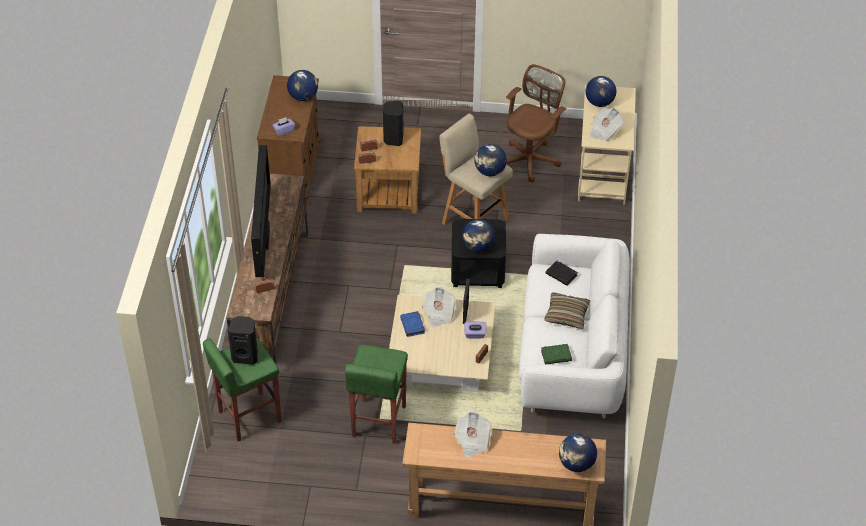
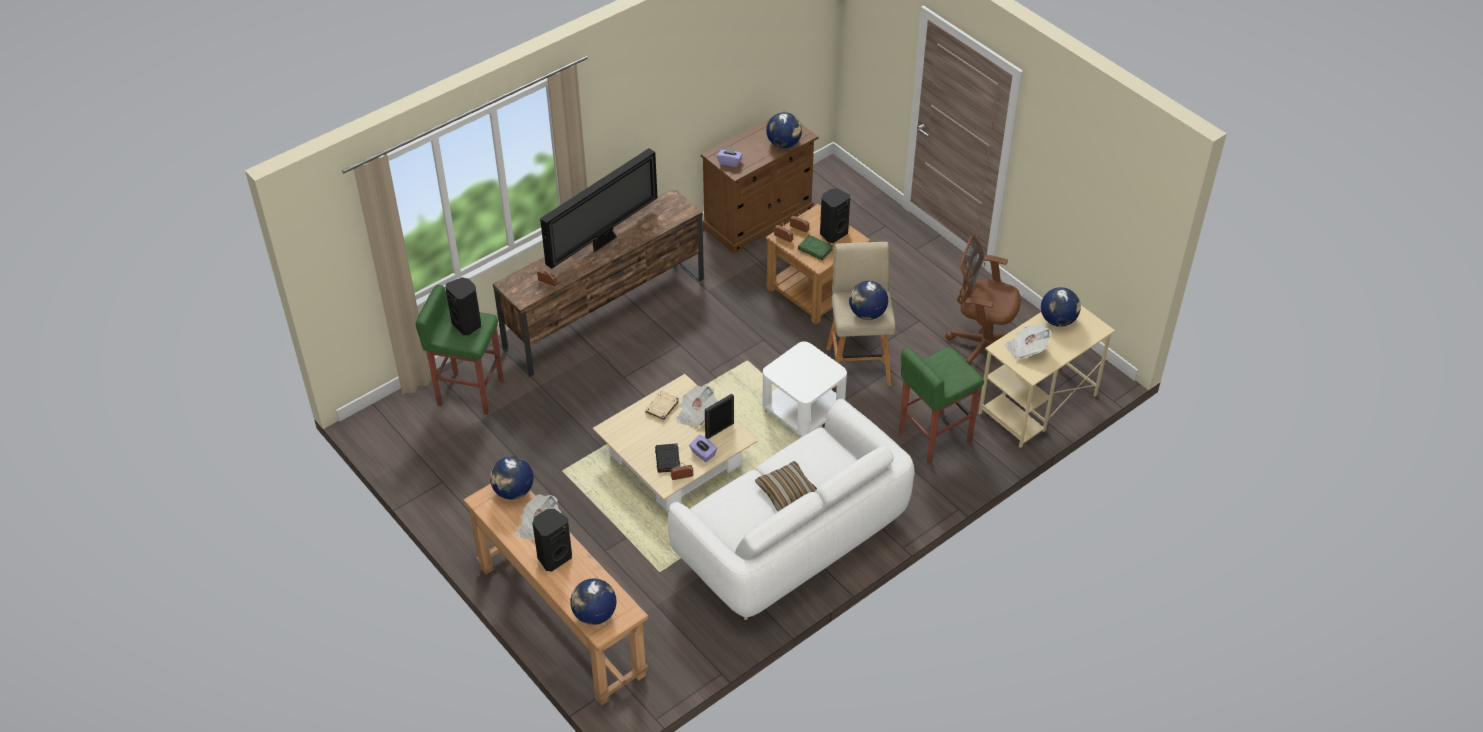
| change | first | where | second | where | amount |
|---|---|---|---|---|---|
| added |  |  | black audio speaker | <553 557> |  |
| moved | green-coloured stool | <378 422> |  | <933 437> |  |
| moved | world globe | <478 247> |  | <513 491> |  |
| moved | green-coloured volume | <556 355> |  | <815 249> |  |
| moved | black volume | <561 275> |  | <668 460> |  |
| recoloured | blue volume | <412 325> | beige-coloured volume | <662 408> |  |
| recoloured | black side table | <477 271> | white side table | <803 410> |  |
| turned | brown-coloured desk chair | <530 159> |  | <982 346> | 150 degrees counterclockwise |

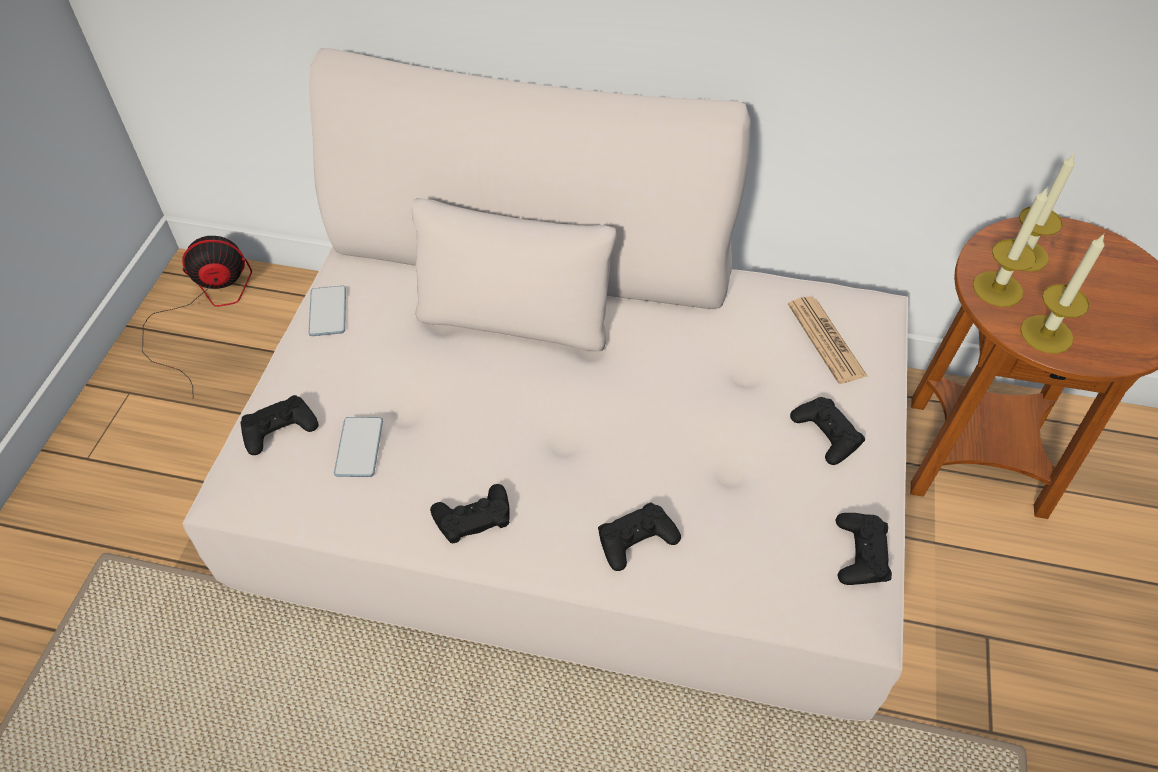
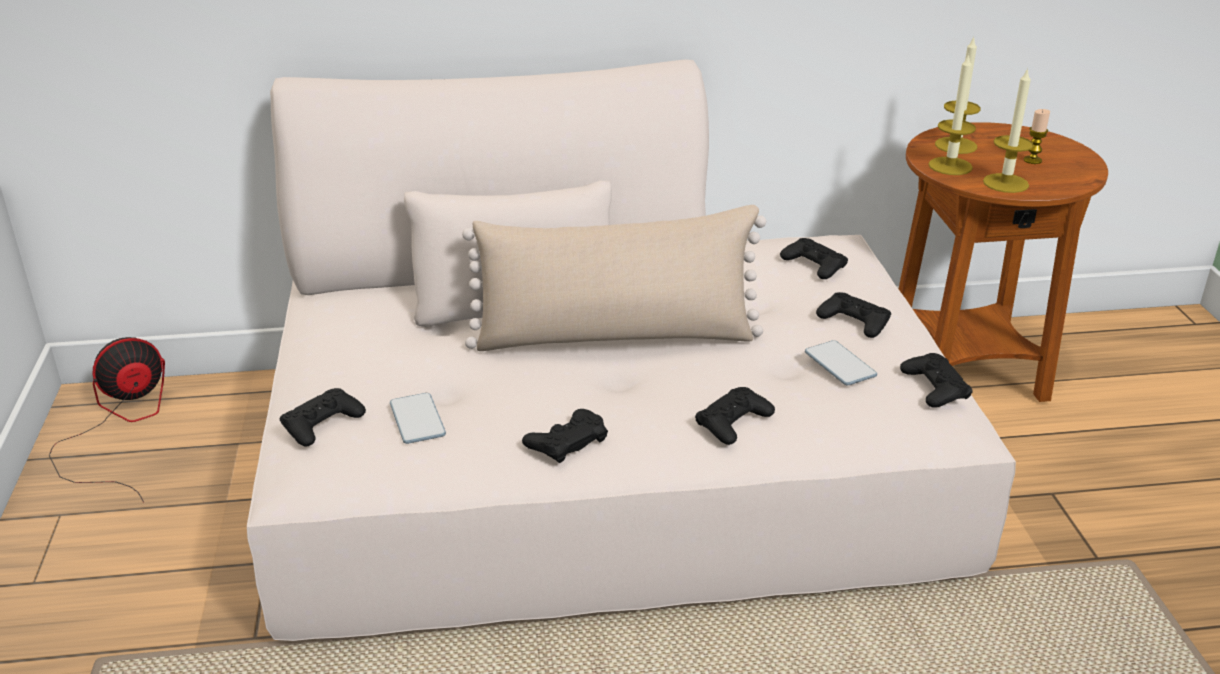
| change | first | where | second | where | amount |
|---|---|---|---|---|---|
| added |  |  | beige-coloured cushion | <616 337> |  |
| added |  |  | wax light | <1032 160> |  |
| moved | phone | <328 312> |  | <840 364> |  |
| replaced | newspaper | <826 340> | black joypad | <814 265> |  |

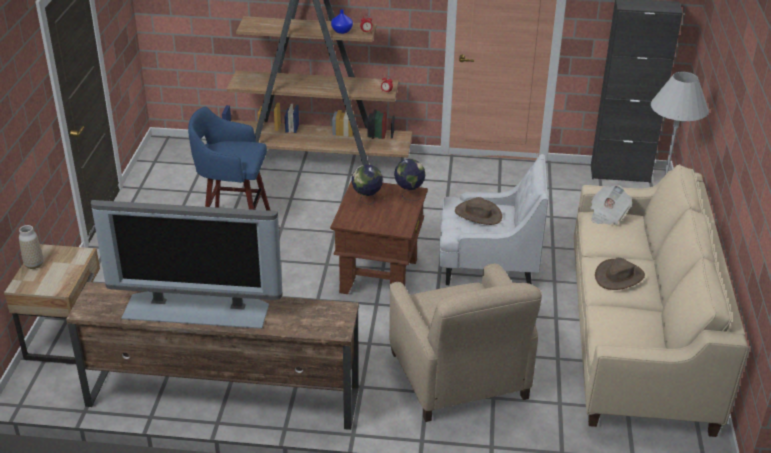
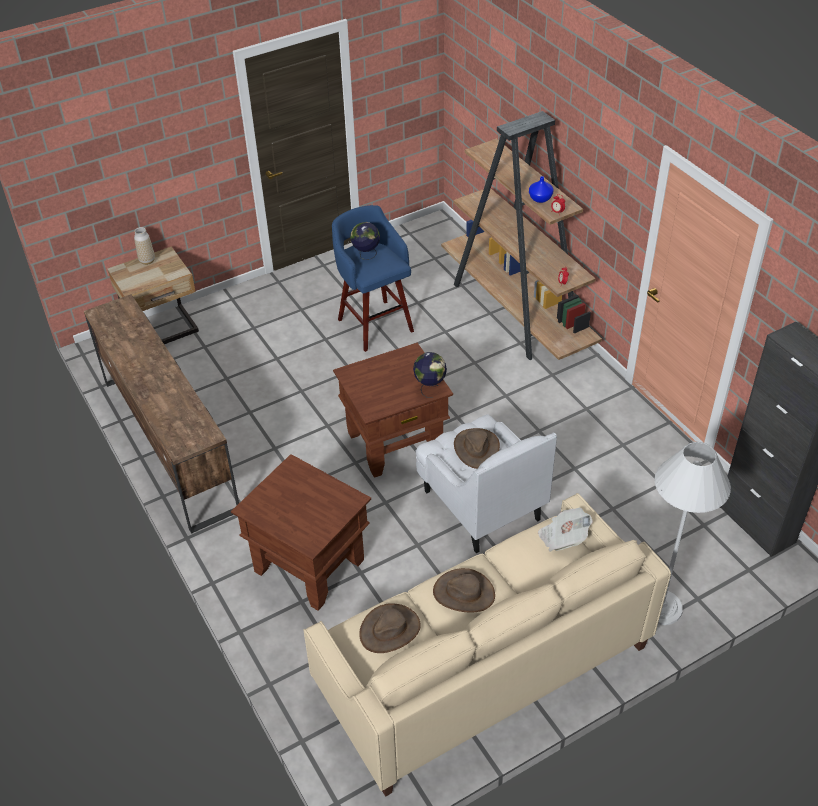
| change | first | where | second | where | amount |
|---|---|---|---|---|---|
| removed | television | <197 308> |  |  |  |
| added |  |  | brown-coloured clothing hat | <390 630> |  |
| moved | world globe | <367 200> |  | <366 255> |  |
| replaced | beige-coloured armchair | <459 376> | brown-coloured side table | <309 565> |  |

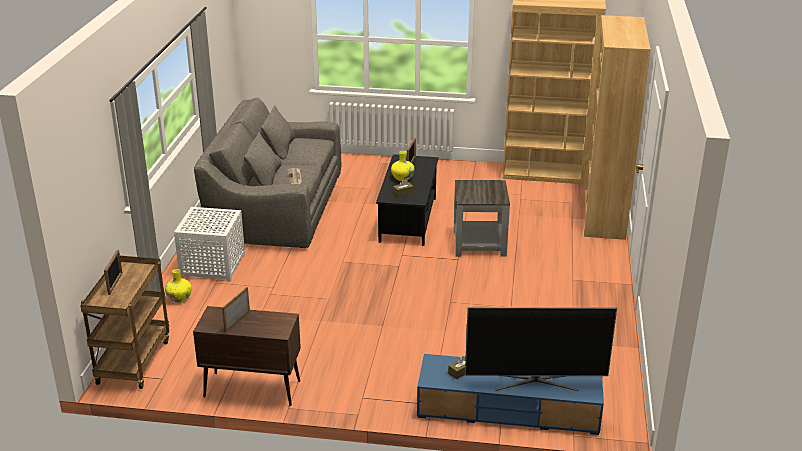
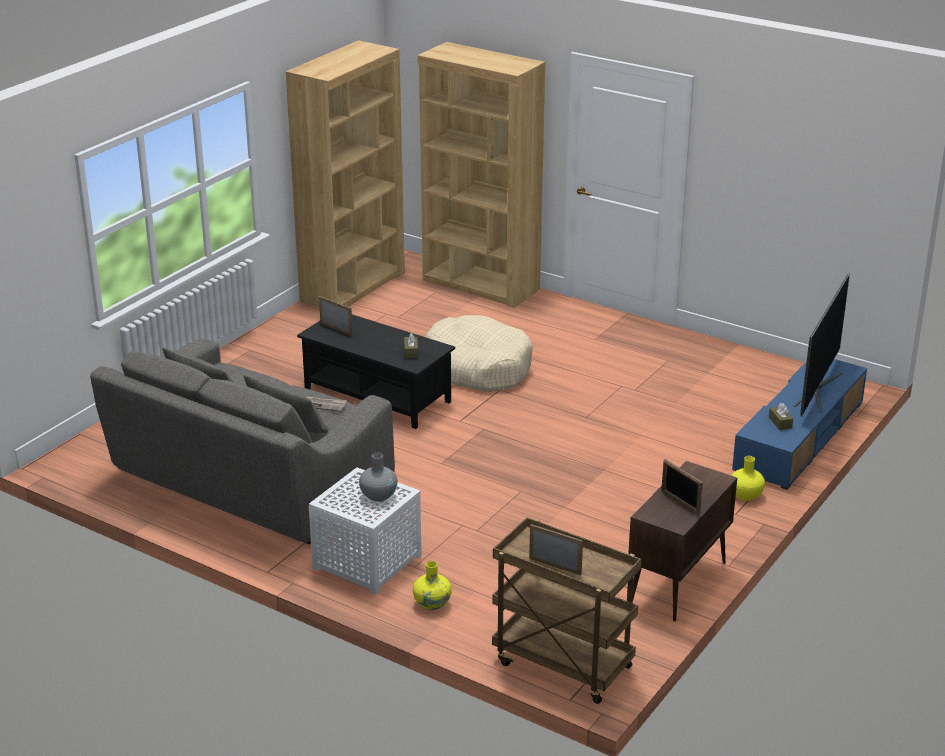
| change | first | where | second | where | amount |
|---|---|---|---|---|---|
| added |  |  | grey vase | <378 495> |  |
| moved | yellowish vase | <402 178> |  | <745 495> |  |
| replaced | grey side table | <480 243> | beige-coloured pet bed | <477 367> |  |

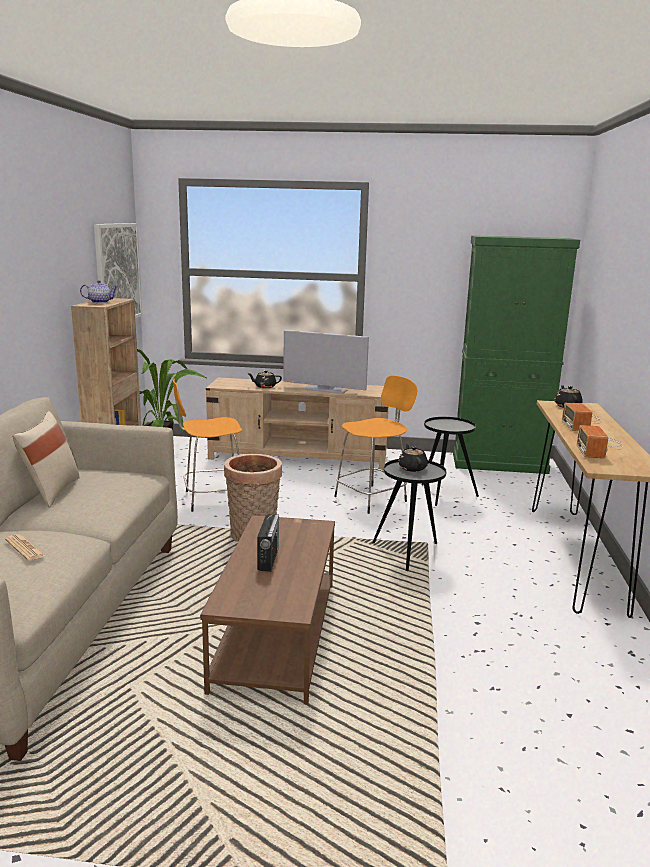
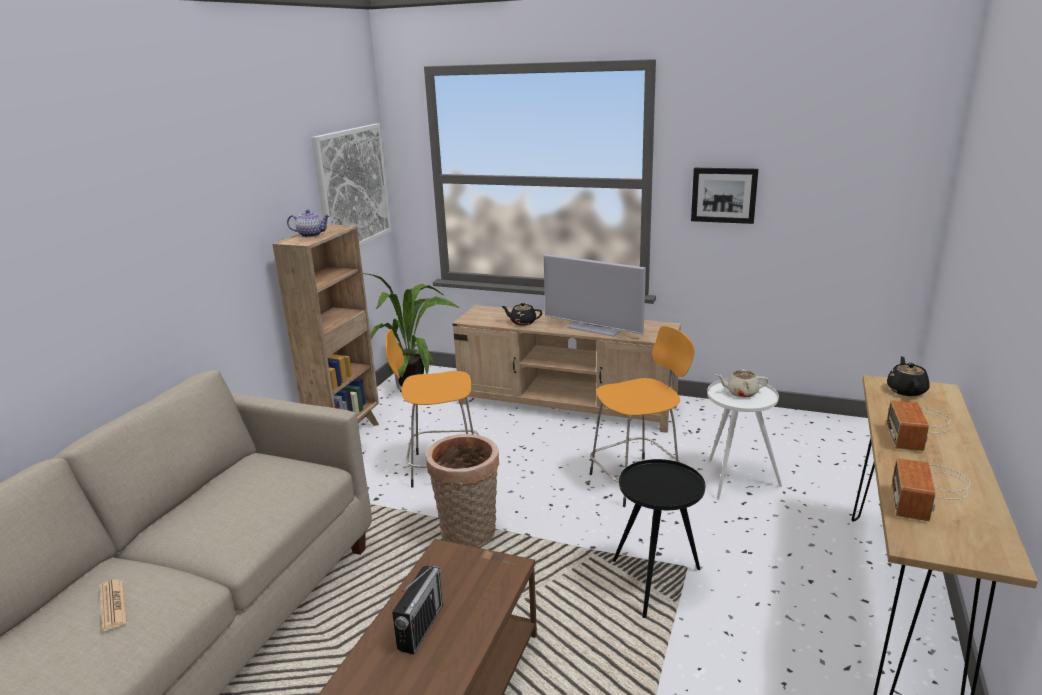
| change | first | where | second | where | amount |
|---|---|---|---|---|---|
| removed | beige-coloured cushion | <51 491> |  |  |  |
| removed | black tea pot | <412 468> |  |  |  |
| removed | green-coloured storage cabinet | <499 463> |  |  |  |
| added |  |  | wall picture | <724 195> |  |
| added |  |  | beige-coloured tea pot | <741 392> |  |
| recoloured | black side table | <444 494> | white side table | <735 479> |  |

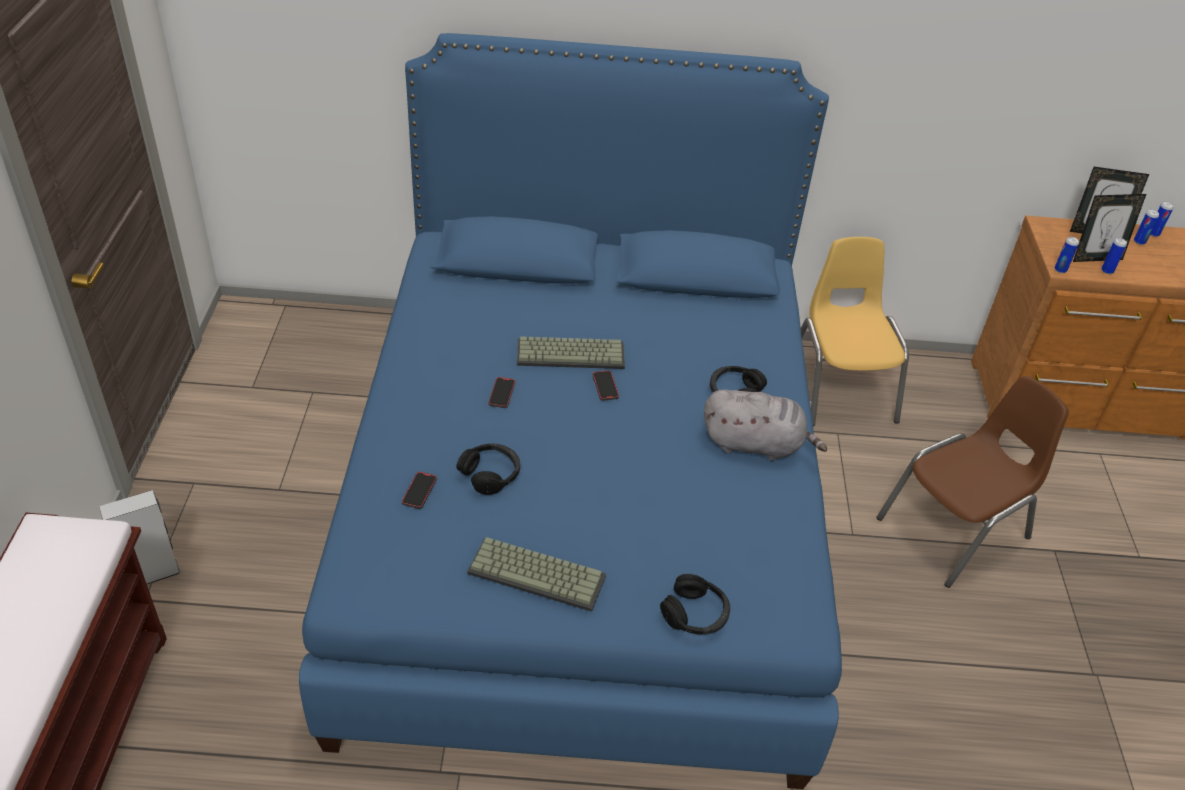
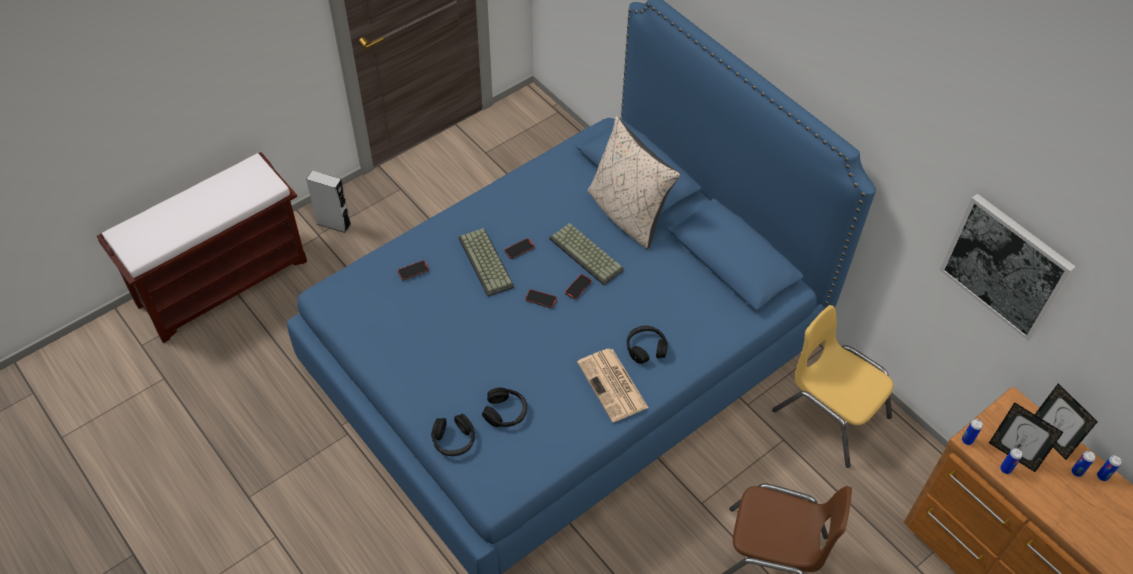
| change | first | where | second | where | amount |
|---|---|---|---|---|---|
| added |  |  | phone | <541 299> |  |
| added |  |  | beige-coloured cushion | <627 214> |  |
| added |  |  | wall picture | <1006 266> |  |
| moved | black pair of headphones | <490 474> |  | <505 412> |  |
| moved | keyboard | <539 573> |  | <487 262> |  |
| replaced | grey cuddly toy | <756 444> | newspaper | <613 386> |  |
| turned | yellowish chair | <840 387> |  | <830 414> | 90 degrees counterclockwise |

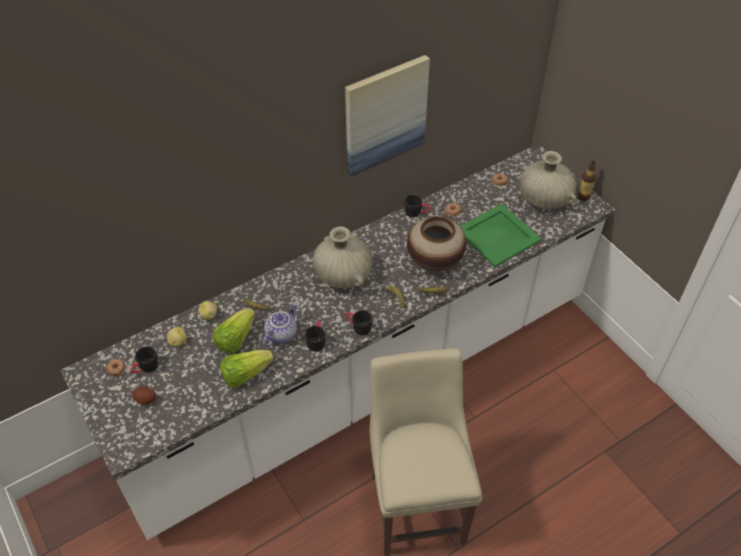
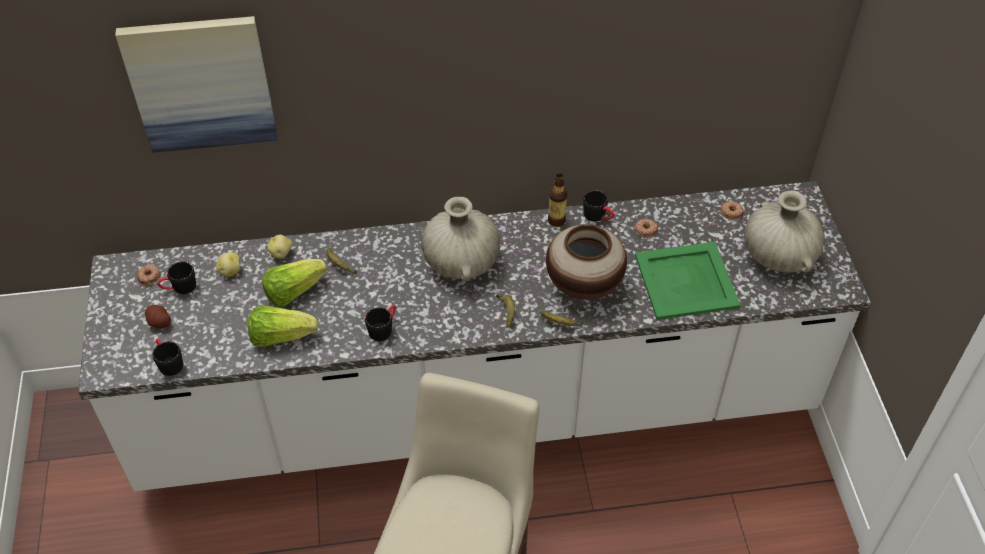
| change | first | where | second | where | amount |
|---|---|---|---|---|---|
| removed | tea pot | <281 334> |  |  |  |
| moved | wall picture | <385 115> |  | <201 83> |  |
| moved | black coffee mug | <358 327> |  | <168 362> |  |
| moved | drink bottle | <583 196> |  | <556 220> |  |

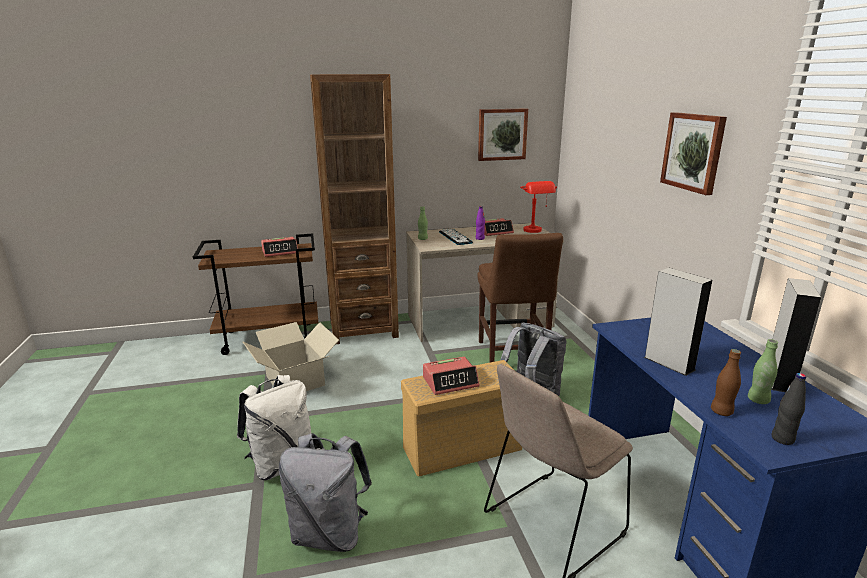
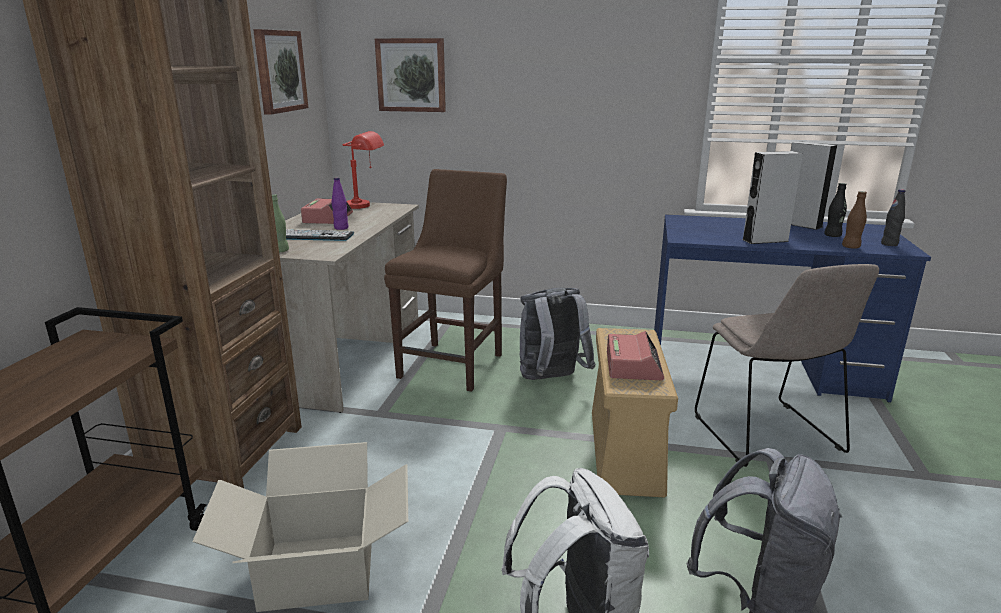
| change | first | where | second | where | amount |
|---|---|---|---|---|---|
| removed | table clock | <280 251> |  |  |  |
| moved | wall picture | <693 152> |  | <411 75> |  |
| recoloured | green-coloured drink bottle | <758 400> | black drink bottle | <832 236> |  |
| turned | brown-coloured chair | <512 356> |  | <454 363> | 90 degrees counterclockwise |

